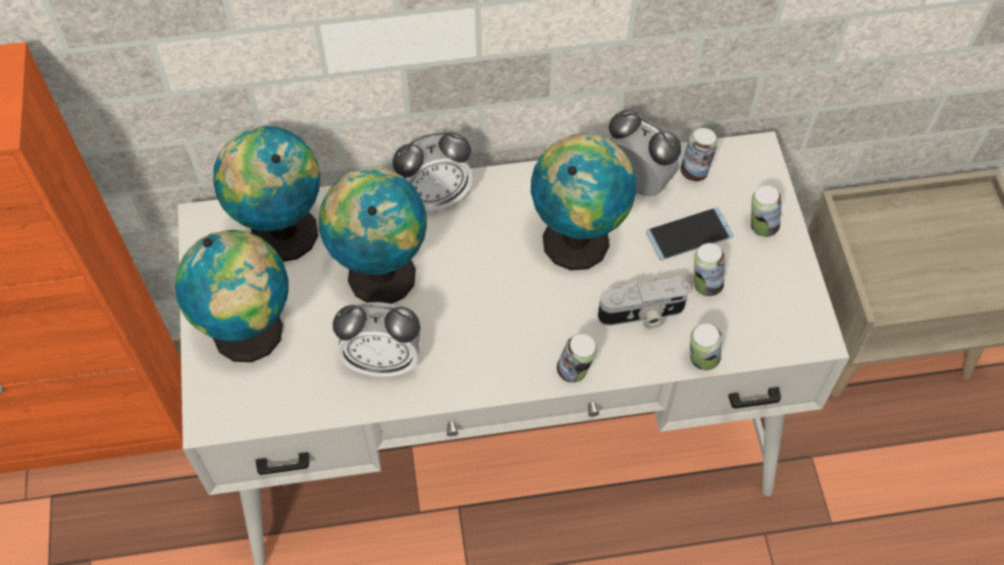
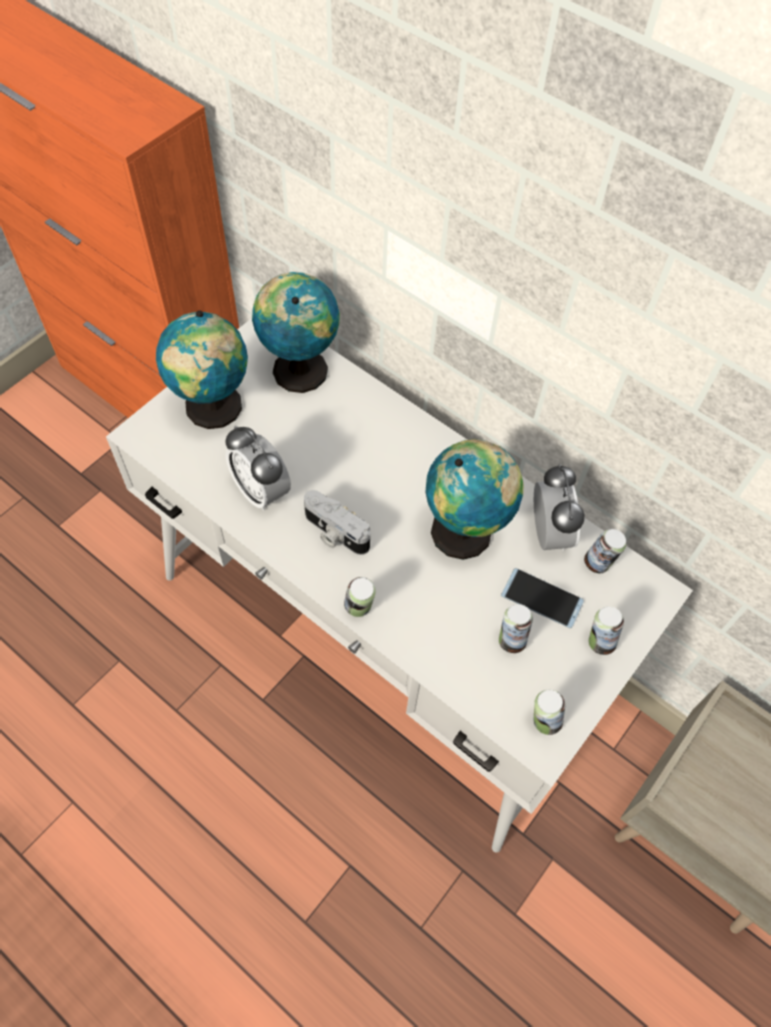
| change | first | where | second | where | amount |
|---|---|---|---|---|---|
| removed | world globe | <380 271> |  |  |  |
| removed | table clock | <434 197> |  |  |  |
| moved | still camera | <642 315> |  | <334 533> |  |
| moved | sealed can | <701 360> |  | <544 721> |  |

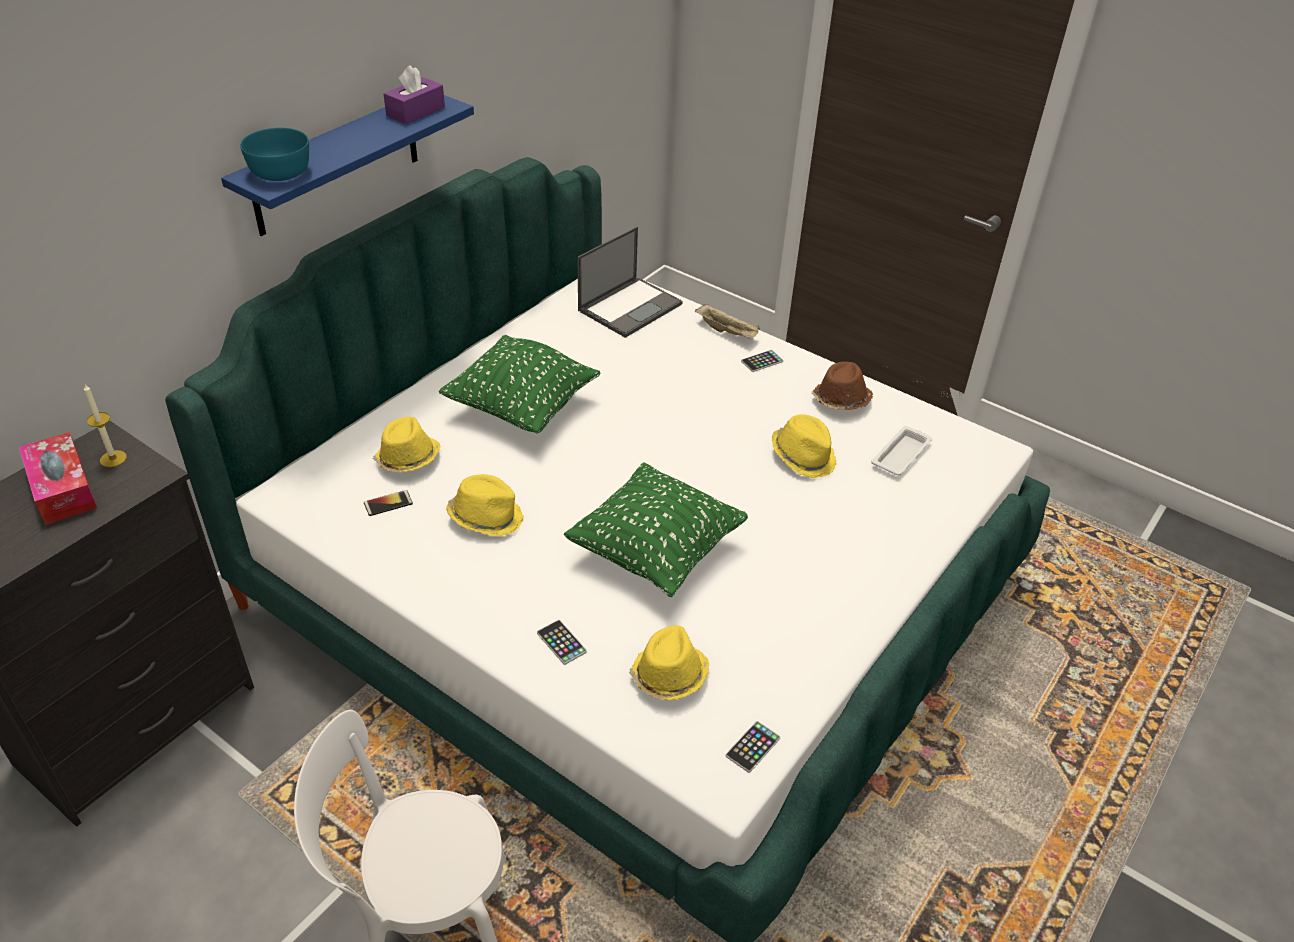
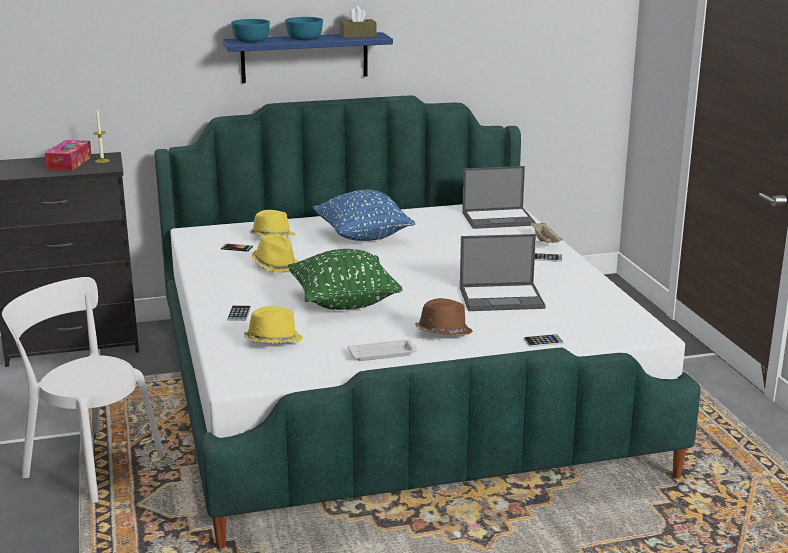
| change | first | where | second | where | amount |
|---|---|---|---|---|---|
| added |  |  | turquoise serving bowl | <305 38> |  |
| moved | phone | <753 747> |  | <543 341> |  |
| moved | brown-coloured clothing hat | <840 400> |  | <442 333> |  |
| moved | white carrying tray | <901 454> |  | <383 354> |  |
| replaced | yellowish clothing hat | <803 456> | laptop | <502 298> |  |
| recoloured | purplish box of tissues | <415 111> | brown-coloured box of tissues | <358 36> |  |
| recoloured | green-coloured cushion | <521 408> | blue cushion | <363 237> |  |

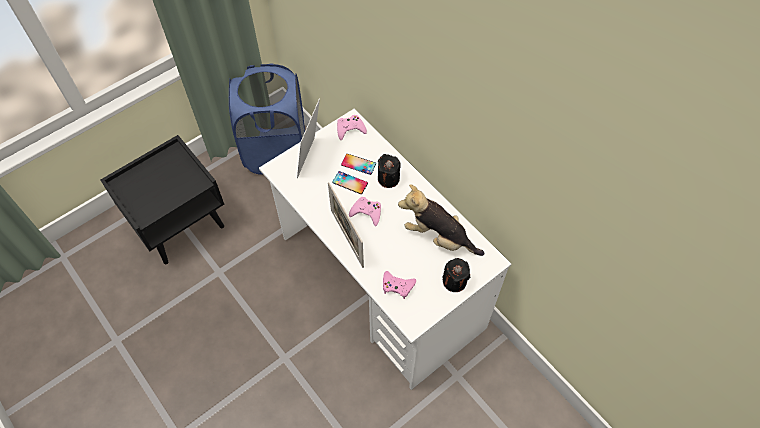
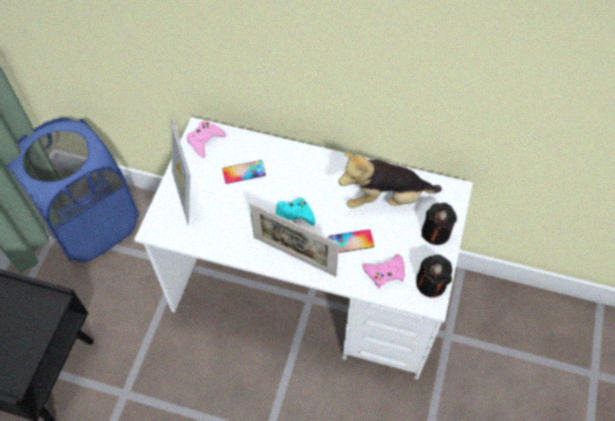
| change | first | where | second | where | amount |
|---|---|---|---|---|---|
| moved | phone | <350 183> |  | <351 241> |  |
| moved | black wax light | <388 178> |  | <431 284> |  |
| recoloured | pinkish joypad | <366 212> | turquoise joypad | <293 217> |  |

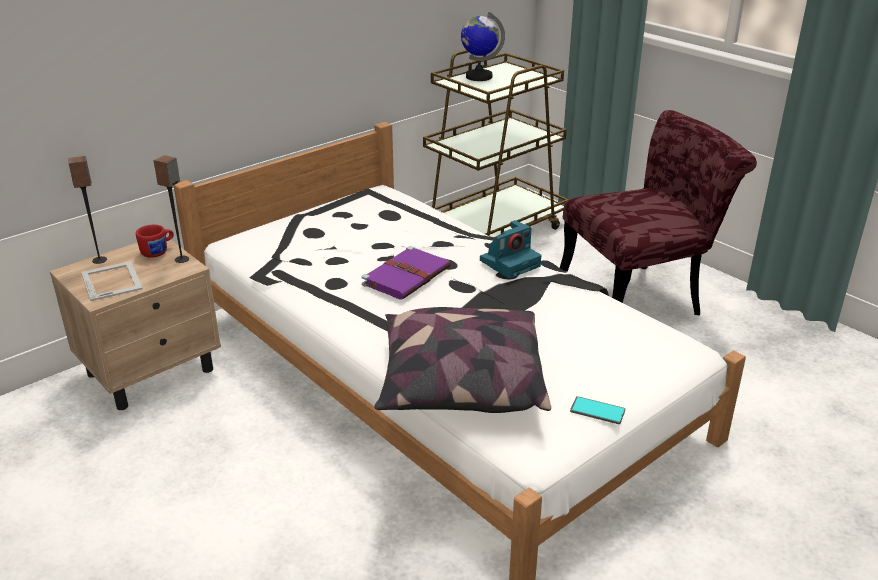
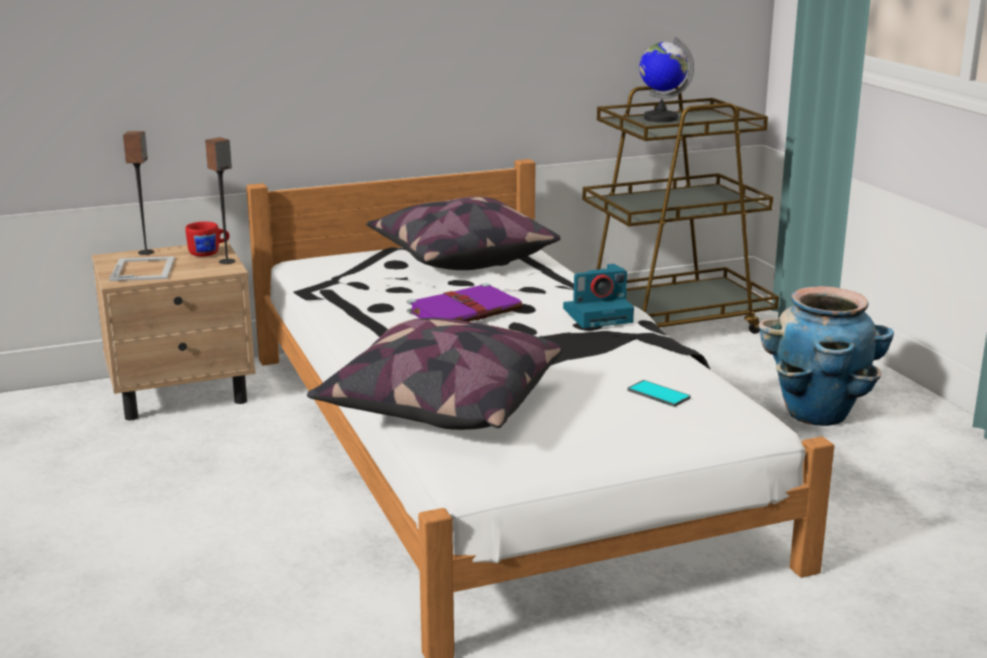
| change | first | where | second | where | amount |
|---|---|---|---|---|---|
| added |  |  | cushion | <460 258> |  |
| moved | phone | <597 411> |  | <658 394> |  |
| replaced | red-coloured chair | <640 296> | plant pot | <817 414> |  |

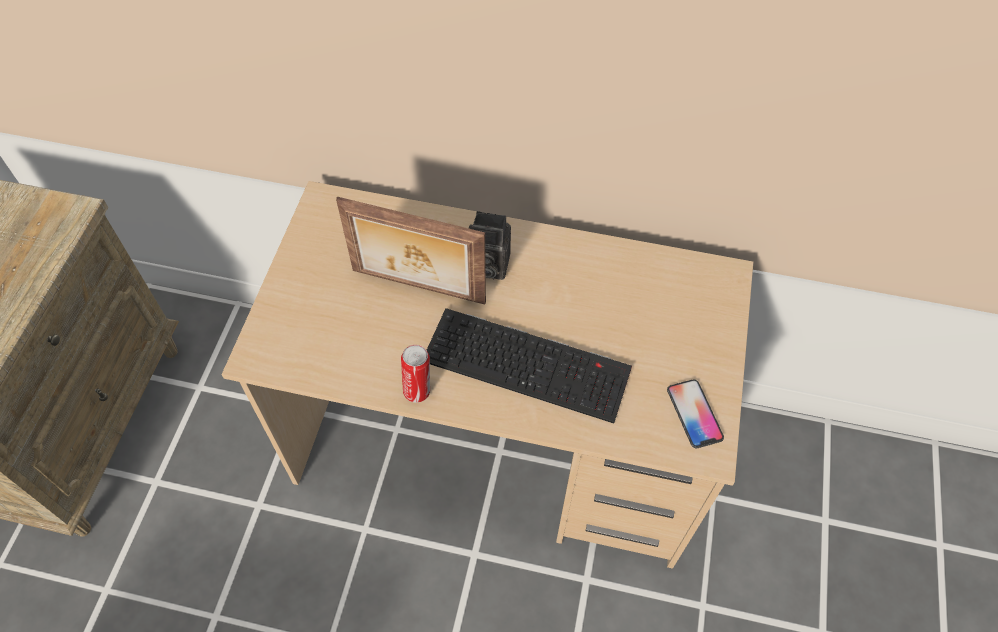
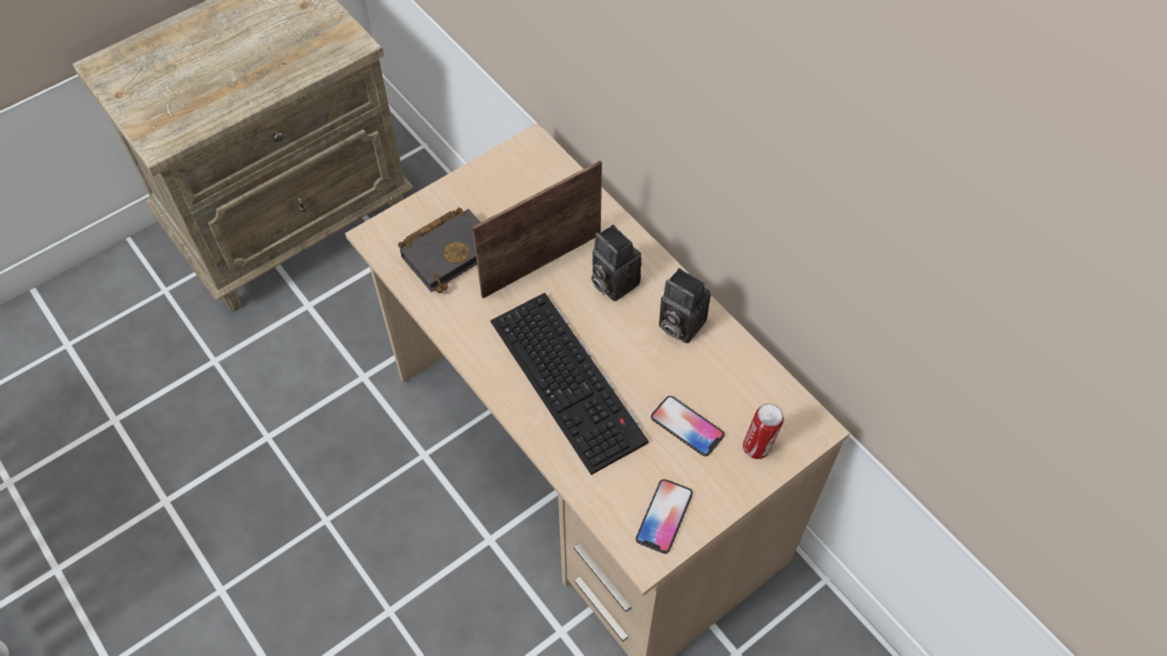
| change | first | where | second | where | amount |
|---|---|---|---|---|---|
| added |  |  | black volume | <450 251> |  |
| added |  |  | phone | <687 426> |  |
| added |  |  | still camera | <678 324> |  |
| moved | sealed can | <418 390> |  | <758 447> |  |
| turned | standing frame | <417 288> |  | <540 263> | 90 degrees clockwise |

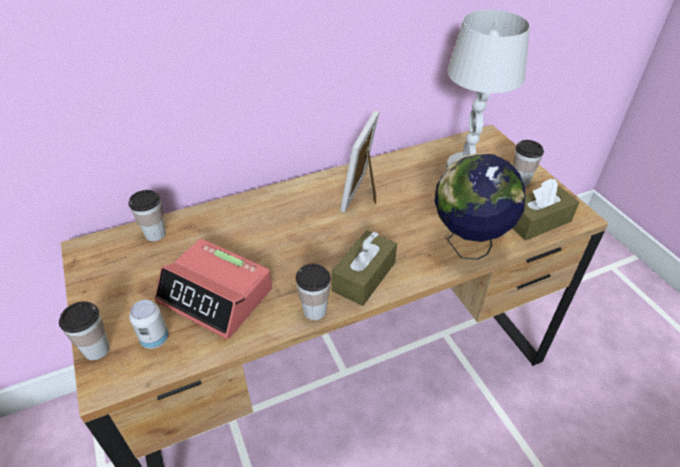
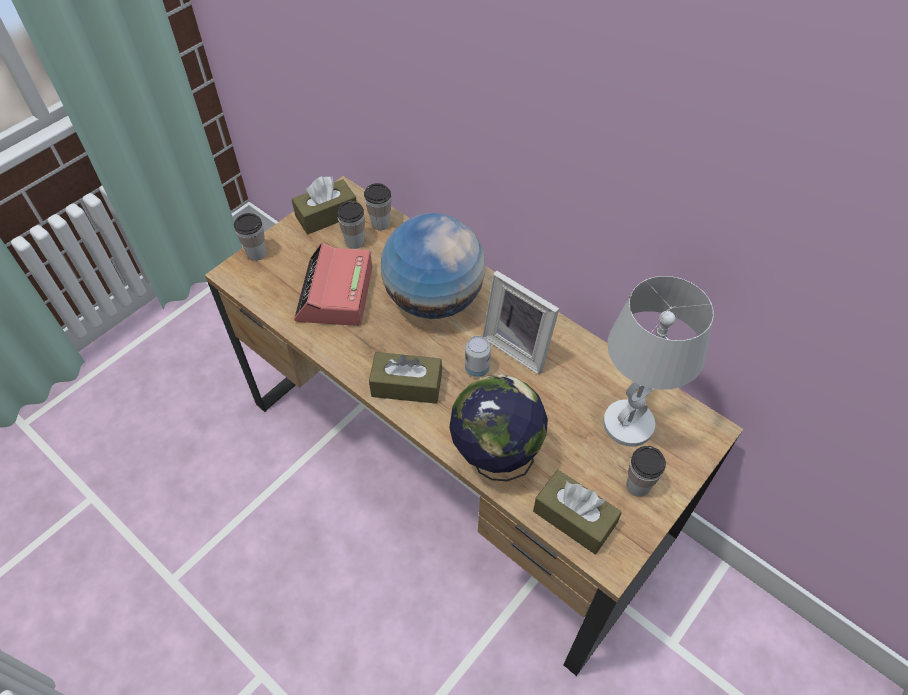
| change | first | where | second | where | amount |
|---|---|---|---|---|---|
| added |  |  | brown-coloured box of tissues | <327 215> |  |
| added |  |  | world globe | <433 299> |  |
| moved | sealed can | <155 339> |  | <477 369> |  |
| moved | drinking cup | <314 310> |  | <354 241> |  |
| turned | standing frame | <364 195> |  | <519 346> | 135 degrees counterclockwise |

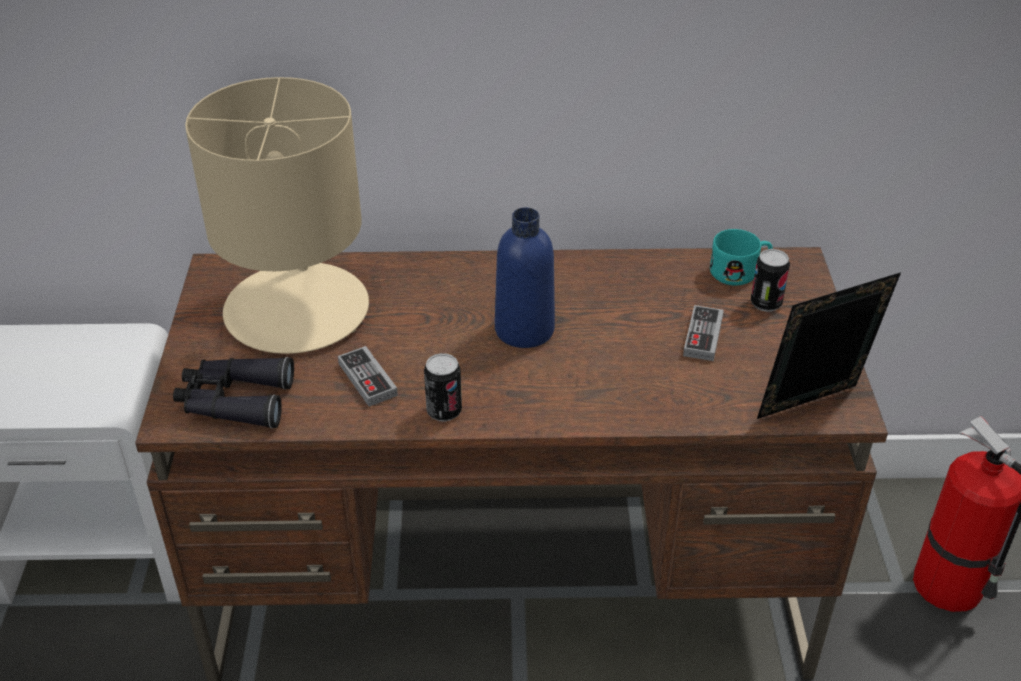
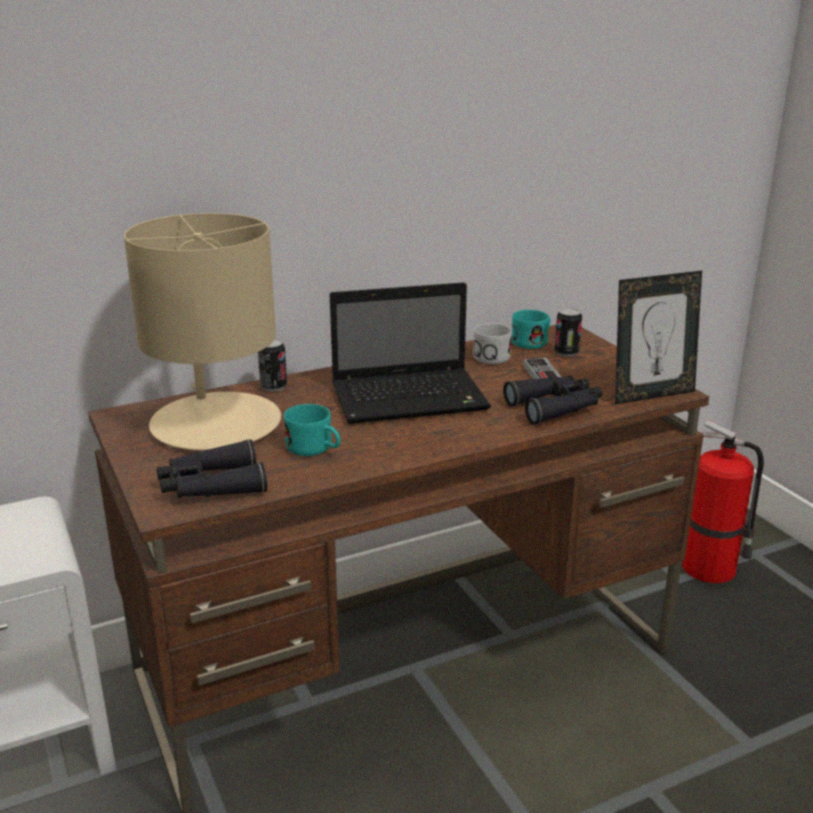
| change | first | where | second | where | amount |
|---|---|---|---|---|---|
| added |  |  | white coffee mug | <489 355> |  |
| added |  |  | black field glasses | <556 407> |  |
| moved | sealed can | <444 411> |  | <273 387> |  |
| replaced | joypad | <367 379> | turquoise coffee mug | <315 449> |  |
| replaced | blue drink bottle | <524 330> | laptop | <412 398> |  |
| turned | standing frame | <812 408> |  | <651 394> | 150 degrees counterclockwise |

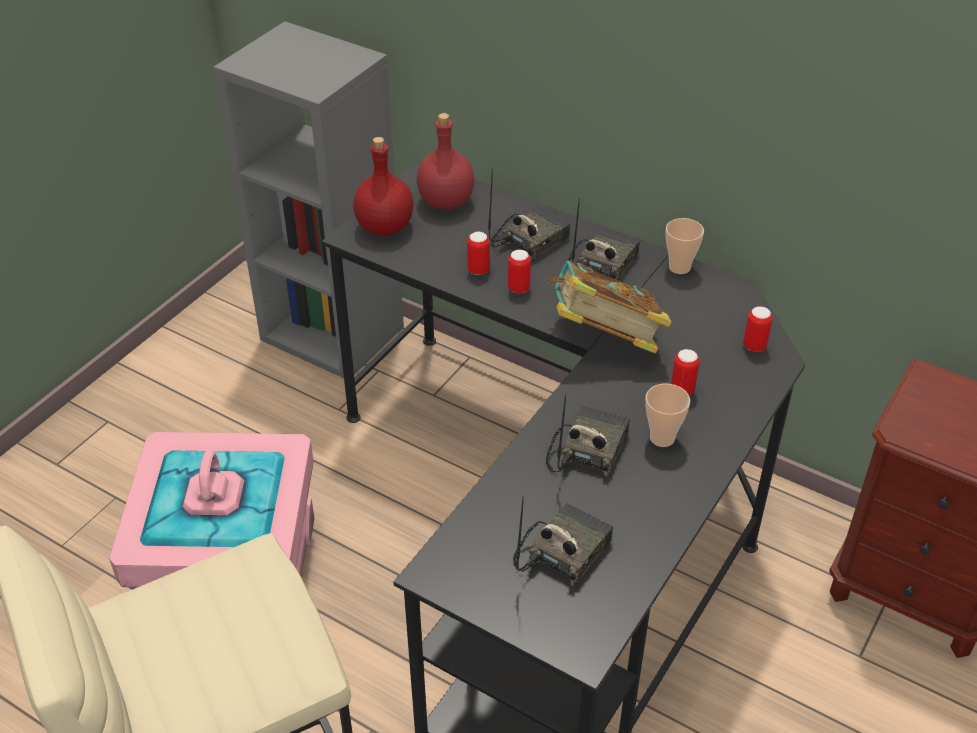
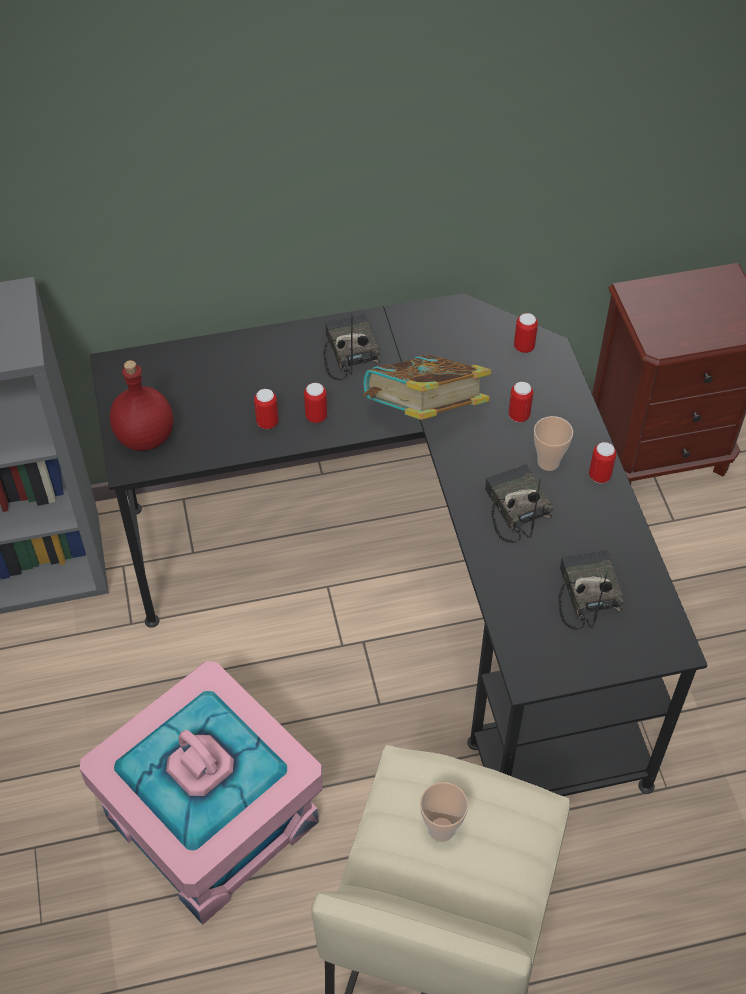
| change | first | where | second | where | amount |
|---|---|---|---|---|---|
| removed | red-coloured drink bottle | <445 203> |  |  |  |
| removed | radio | <529 240> |  |  |  |
| added |  |  | sealed can | <599 476> |  |
| moved | drinking cup | <679 267> |  | <441 829> |  |

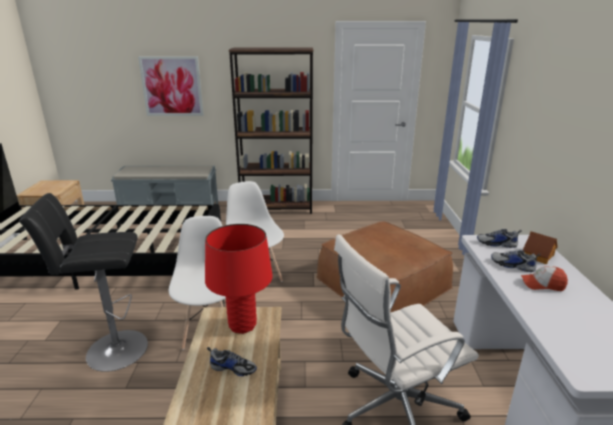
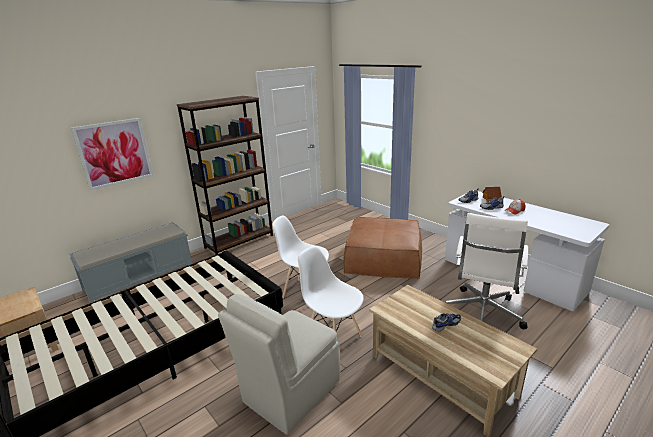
| change | first | where | second | where | amount |
|---|---|---|---|---|---|
| removed | red-coloured table lamp | <242 325> |  |  |  |
| replaced | black stool | <112 350> | beige-coloured chair | <290 392> |  |

